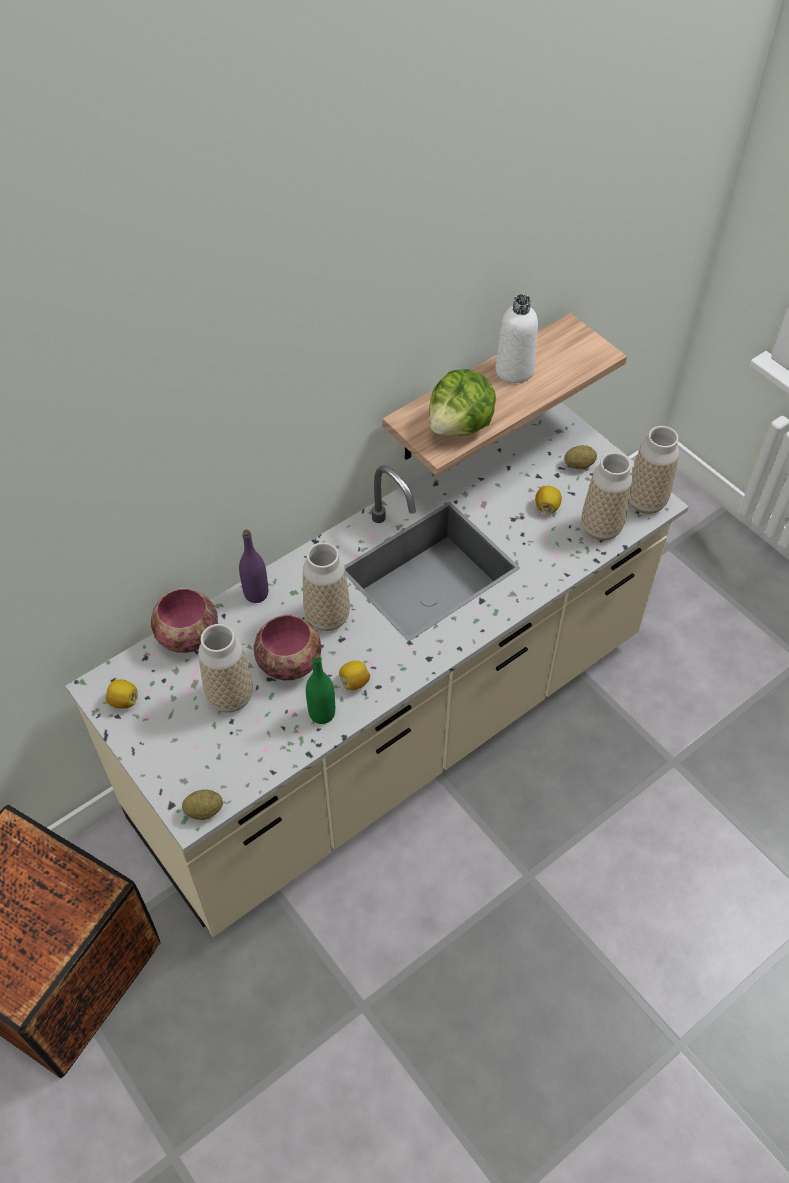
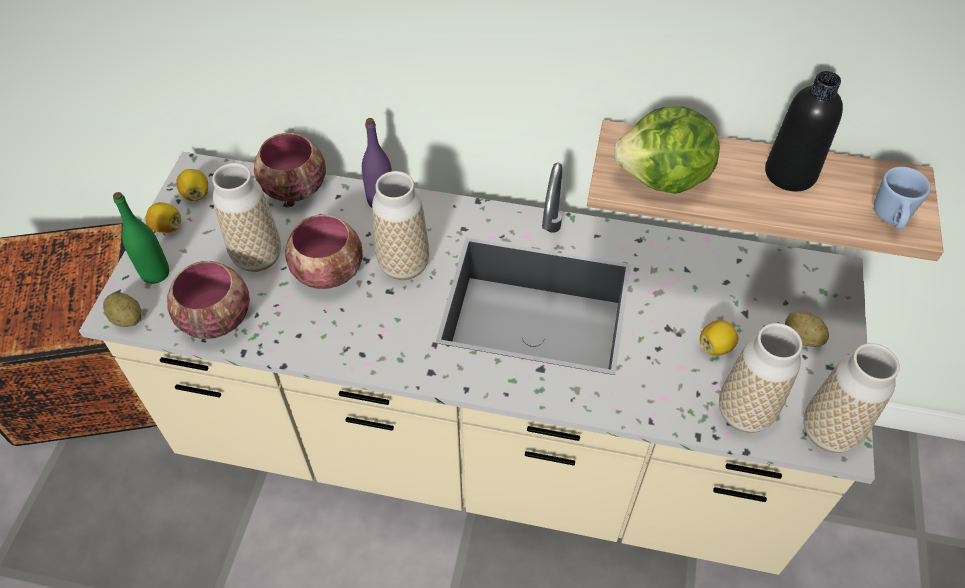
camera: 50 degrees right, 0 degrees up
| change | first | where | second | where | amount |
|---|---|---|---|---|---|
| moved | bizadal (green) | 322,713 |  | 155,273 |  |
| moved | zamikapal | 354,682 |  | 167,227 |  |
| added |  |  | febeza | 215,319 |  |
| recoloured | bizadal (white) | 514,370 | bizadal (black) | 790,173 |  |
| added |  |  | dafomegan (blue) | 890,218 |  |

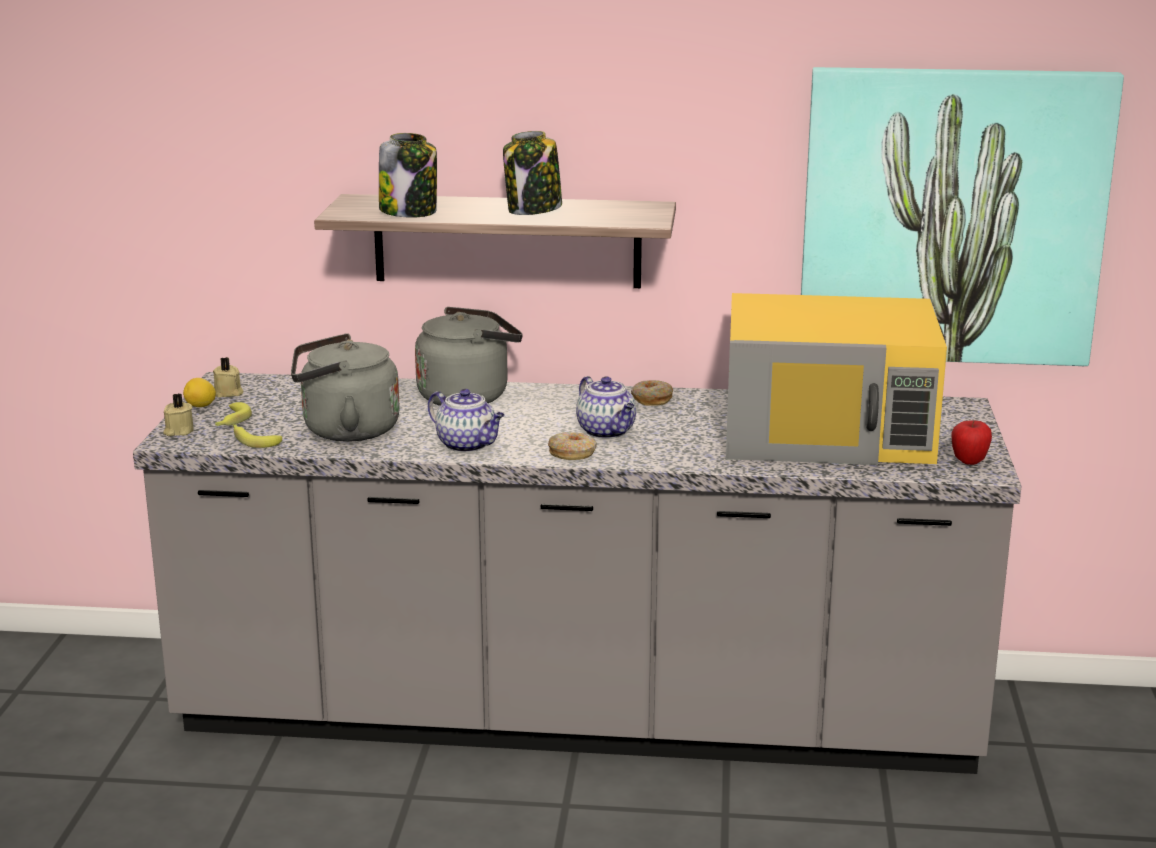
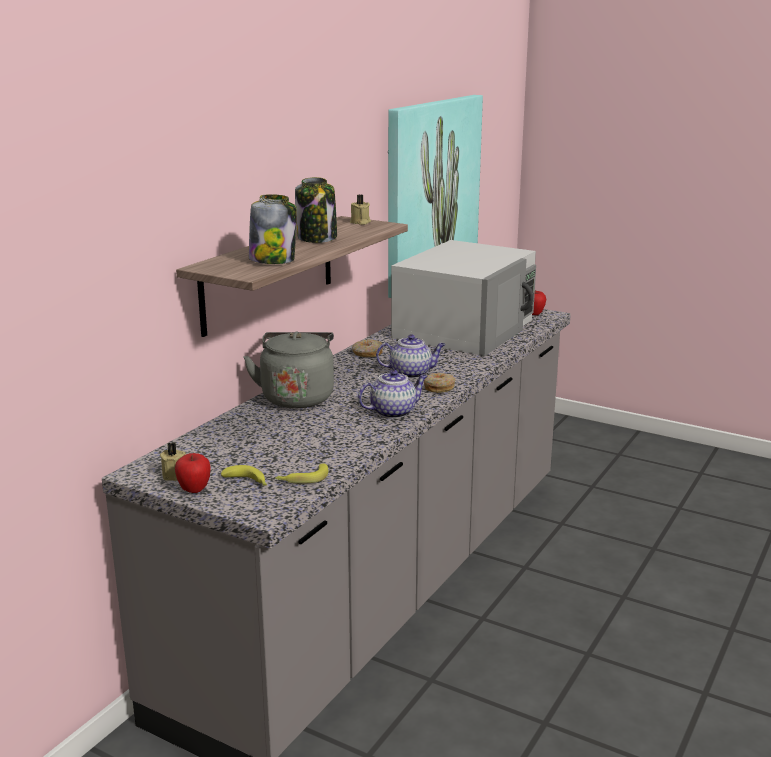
camera: 65 degrees left, 0 degrees up
| change | first | where | second | where | amount |
|---|---|---|---|---|---|
| replaced | zamikapal | 201,406 | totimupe | 194,490 |  |
| moved | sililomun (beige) | 178,431 |  | 360,222 |  |
| recoloured | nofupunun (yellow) | 829,431 | nofupunun (white) | 465,328 |  |
| removed | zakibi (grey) | 344,431 |  |  |  |

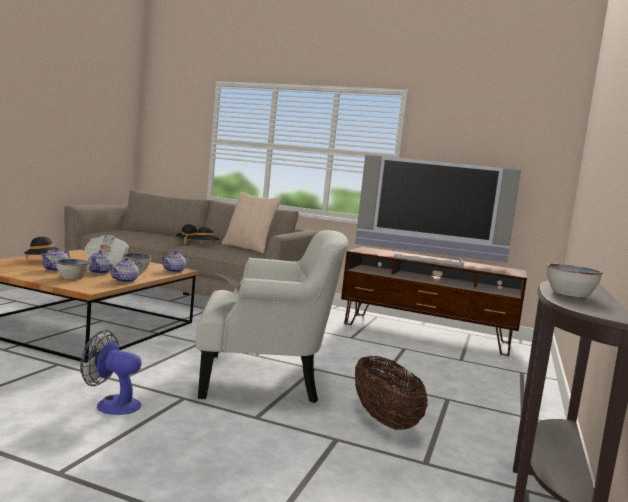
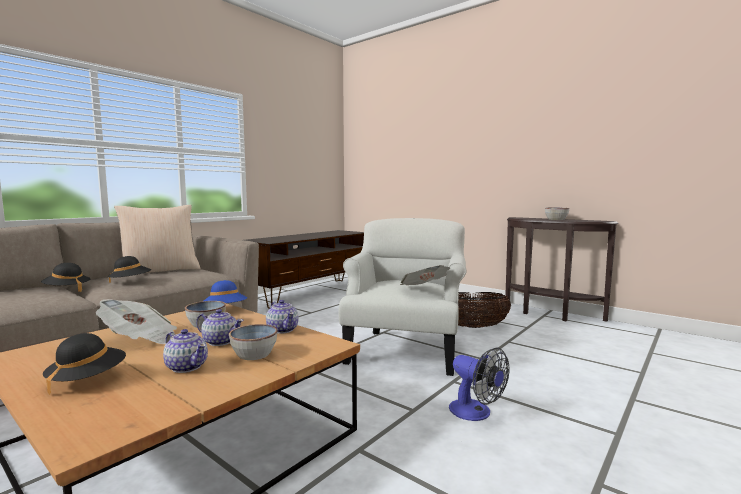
camera: 70 degrees left, 0 degrees up
| change | first | where | second | where | amount |
|---|---|---|---|---|---|
| replaced | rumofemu | 174,271 | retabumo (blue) | 225,310 |  |
| turned | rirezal | 111,404 |  | 476,413 | 75 degrees counterclockwise |
| removed | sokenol | 429,259 |  |  |  |

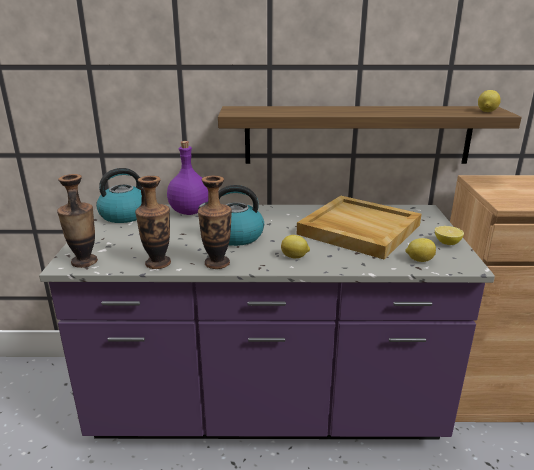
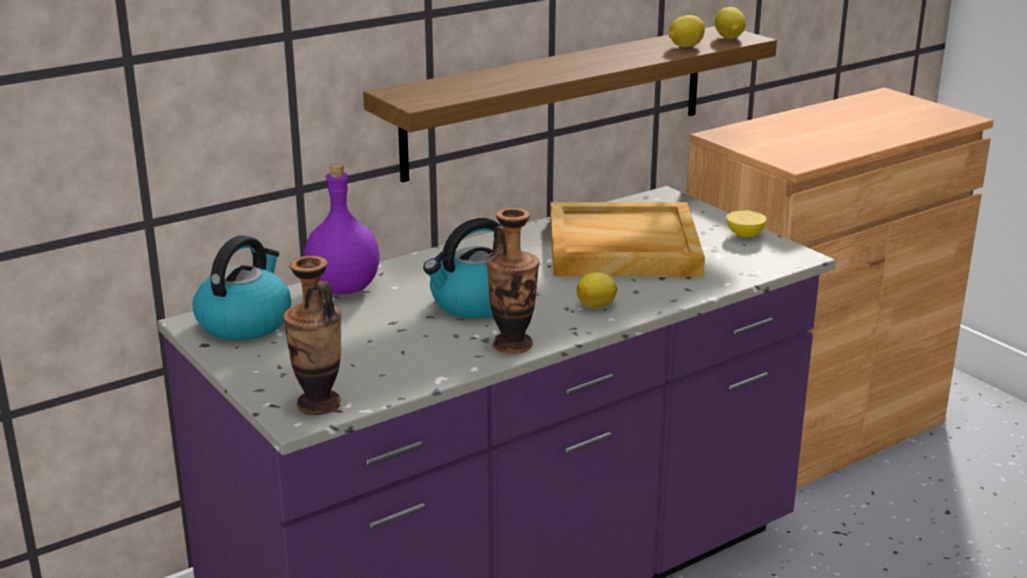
camera: 35 degrees left, 0 degrees up
| change | first | where | second | where | amount |
|---|---|---|---|---|---|
| moved | zamikapal | 419,260 |  | 685,46 |  |
| removed | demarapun | 158,263 |  |  |  |

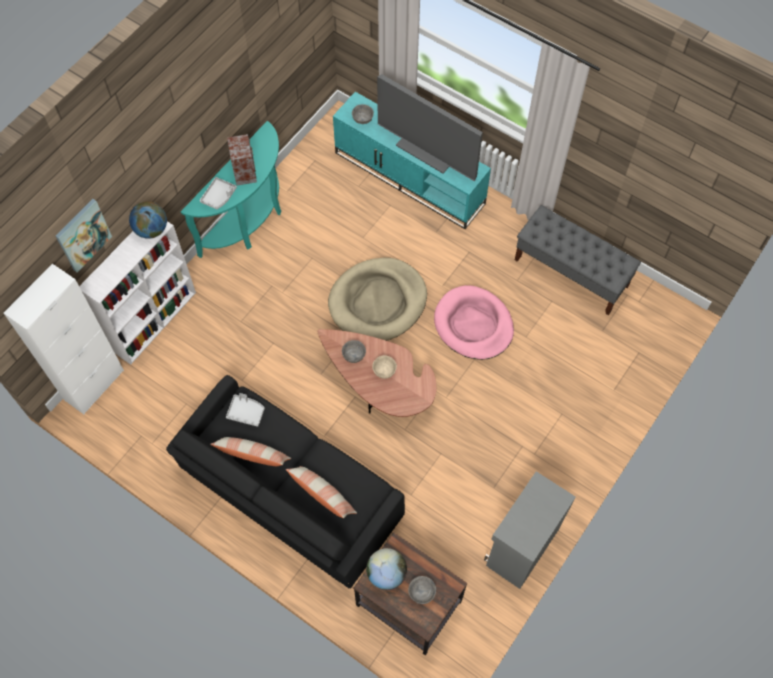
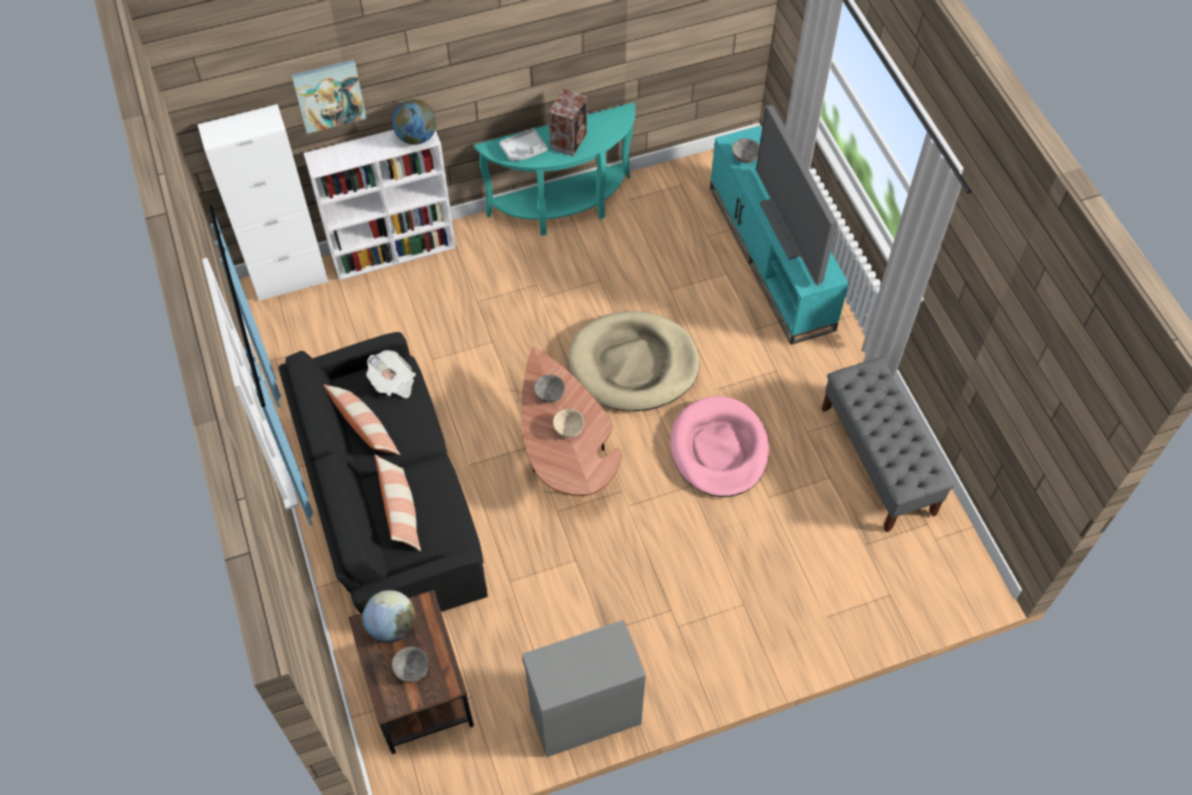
camera: 35 degrees right, 5 degrees down
| change | first | where | second | where | amount |
|---|---|---|---|---|---|
| replaced | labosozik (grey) | 246,412 | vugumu | 393,382 |  |

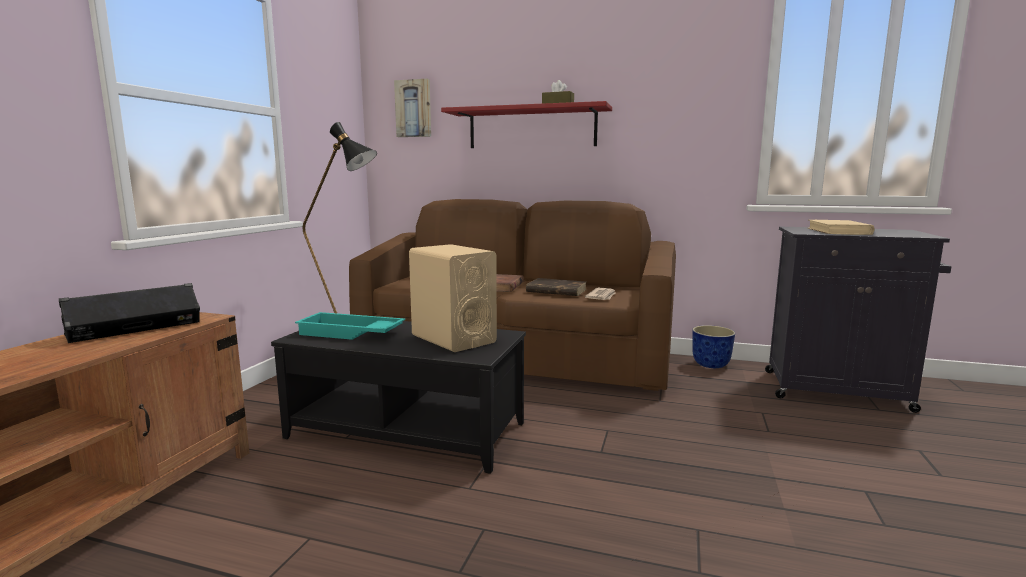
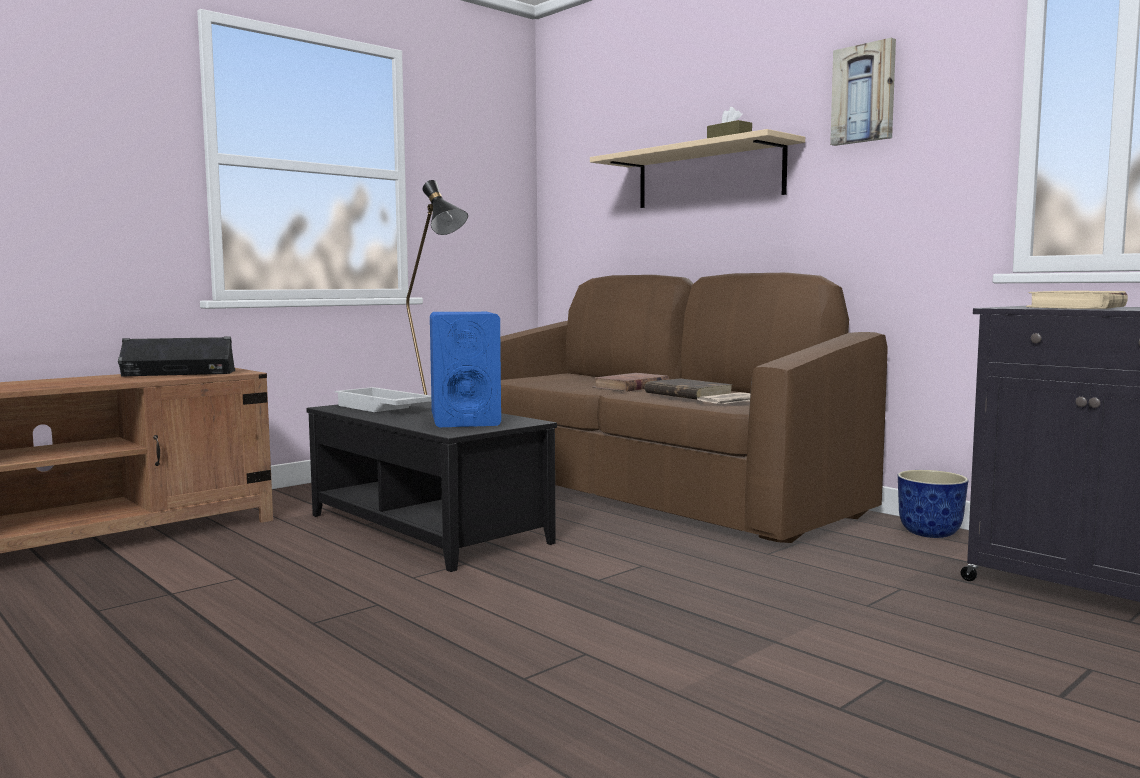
camera: 30 degrees right, 5 degrees down
| change | first | where | second | where | amount |
|---|---|---|---|---|---|
| recoloured | labosozik (turquoise) | 349,333 | labosozik (white) | 381,408 |  |
| recoloured | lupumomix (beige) | 453,339 | lupumomix (blue) | 465,420 |  |
| recoloured | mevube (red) | 532,128 | mevube (beige) | 708,176 |  |
| moved | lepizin | 414,108 |  | 864,94 |  |

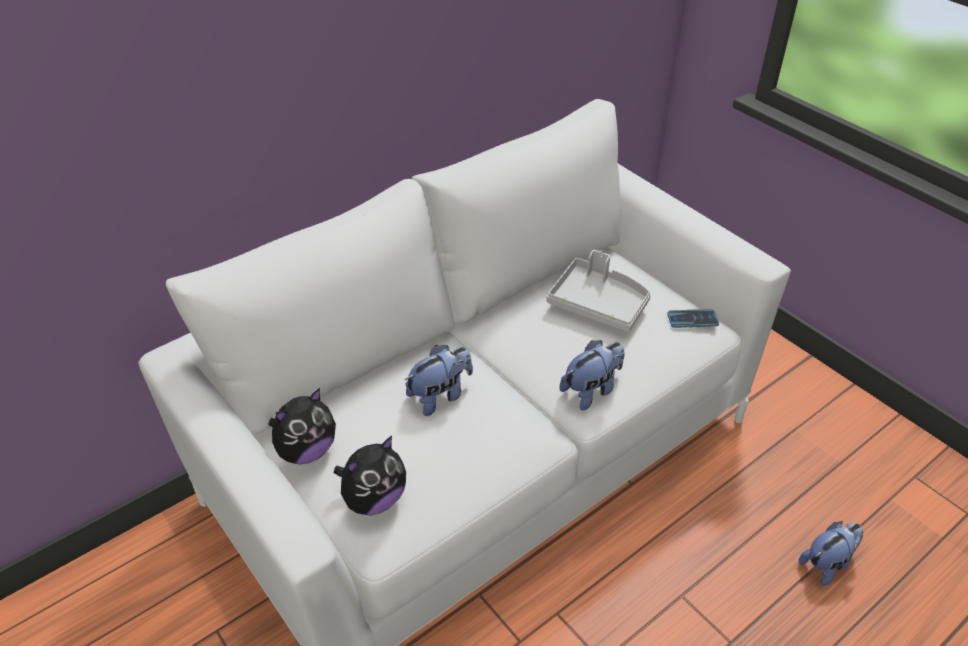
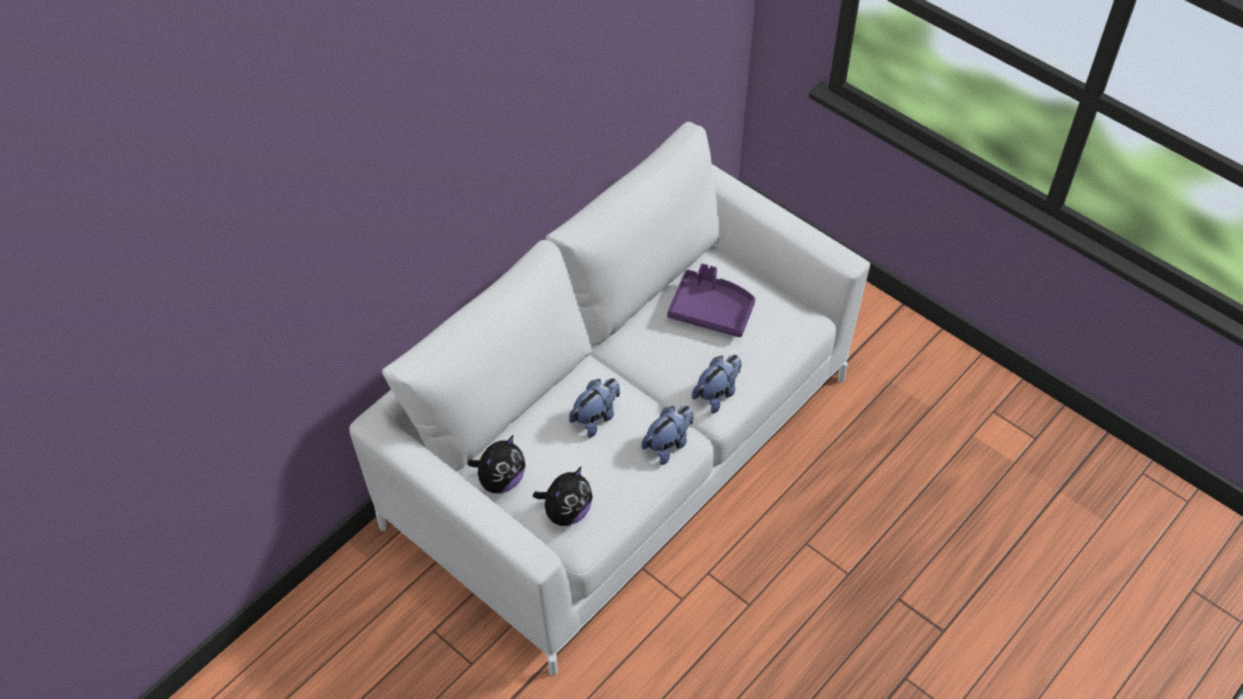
camera: 10 degrees left, 10 degrees up
| change | first | where | second | where | amount |
|---|---|---|---|---|---|
| moved | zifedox | 827,563 |  | 668,444 |  |
| recoloured | labosozik (grey) | 598,304 | labosozik (purple) | 711,310 |  |
| removed | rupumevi | 692,319 |  |  |  |

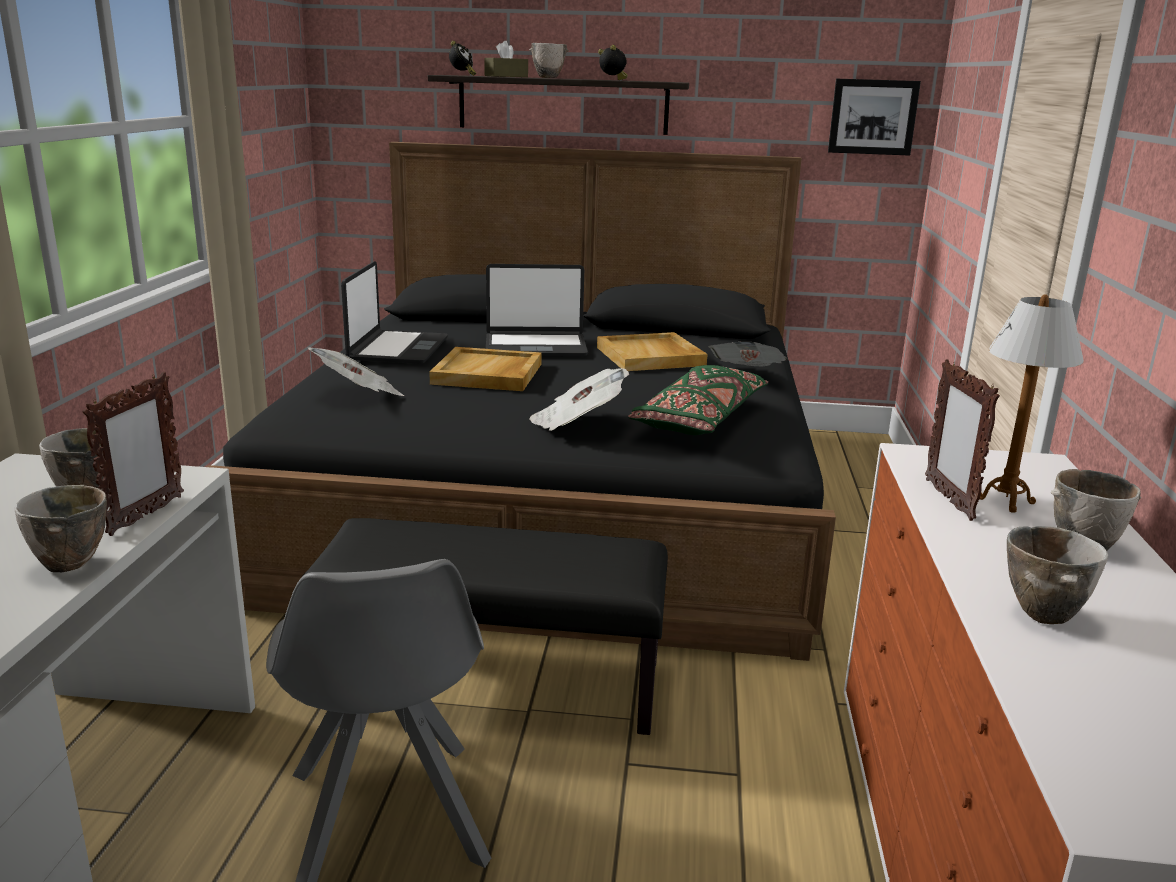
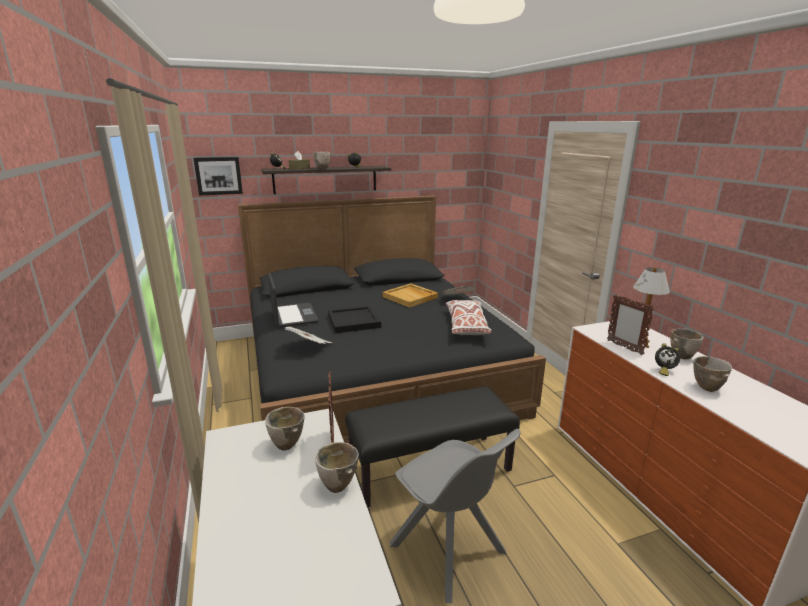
camera: 25 degrees left, 0 degrees up
| change | first | where | second | where | amount |
|---|---|---|---|---|---|
| moved | lepizin | 872,117 |  | 218,176 |  |
| recoloured | labosozik (beige) | 488,374 | labosozik (black) | 354,321 |  |
| recoloured | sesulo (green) | 699,419 | sesulo (white) | 466,325 |  |
| added |  |  | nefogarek | 663,370 |  |
| removed | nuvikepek | 535,346 |  |  |  |
| removed | vugumu | 577,423 |  |  |  |

